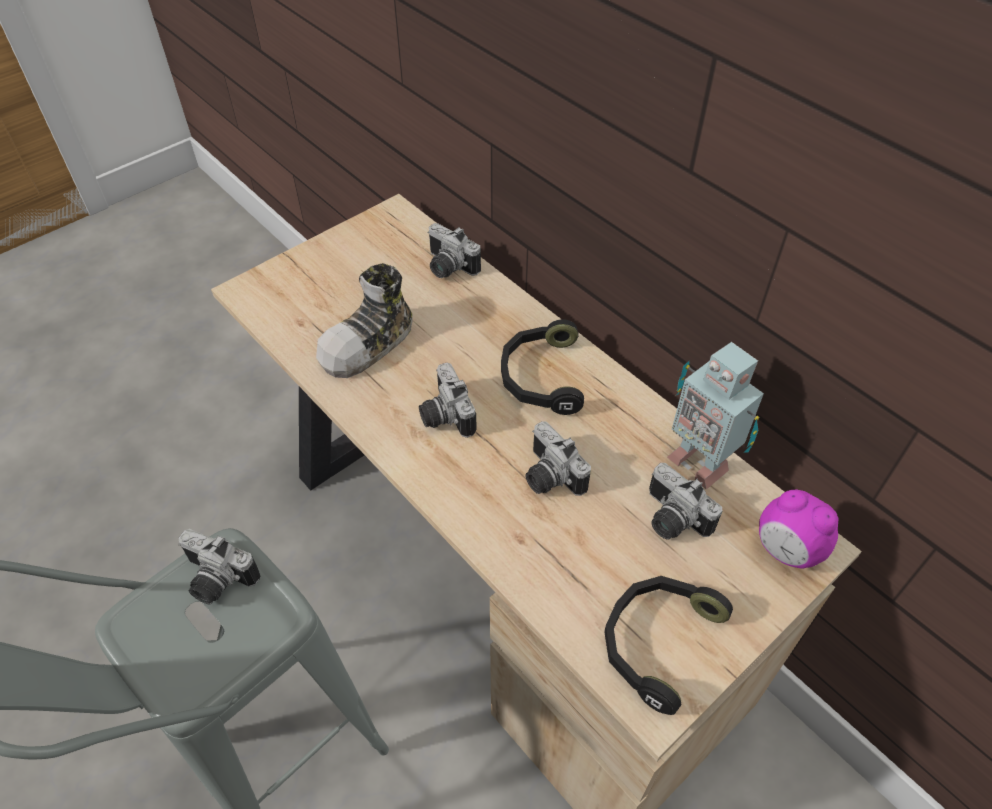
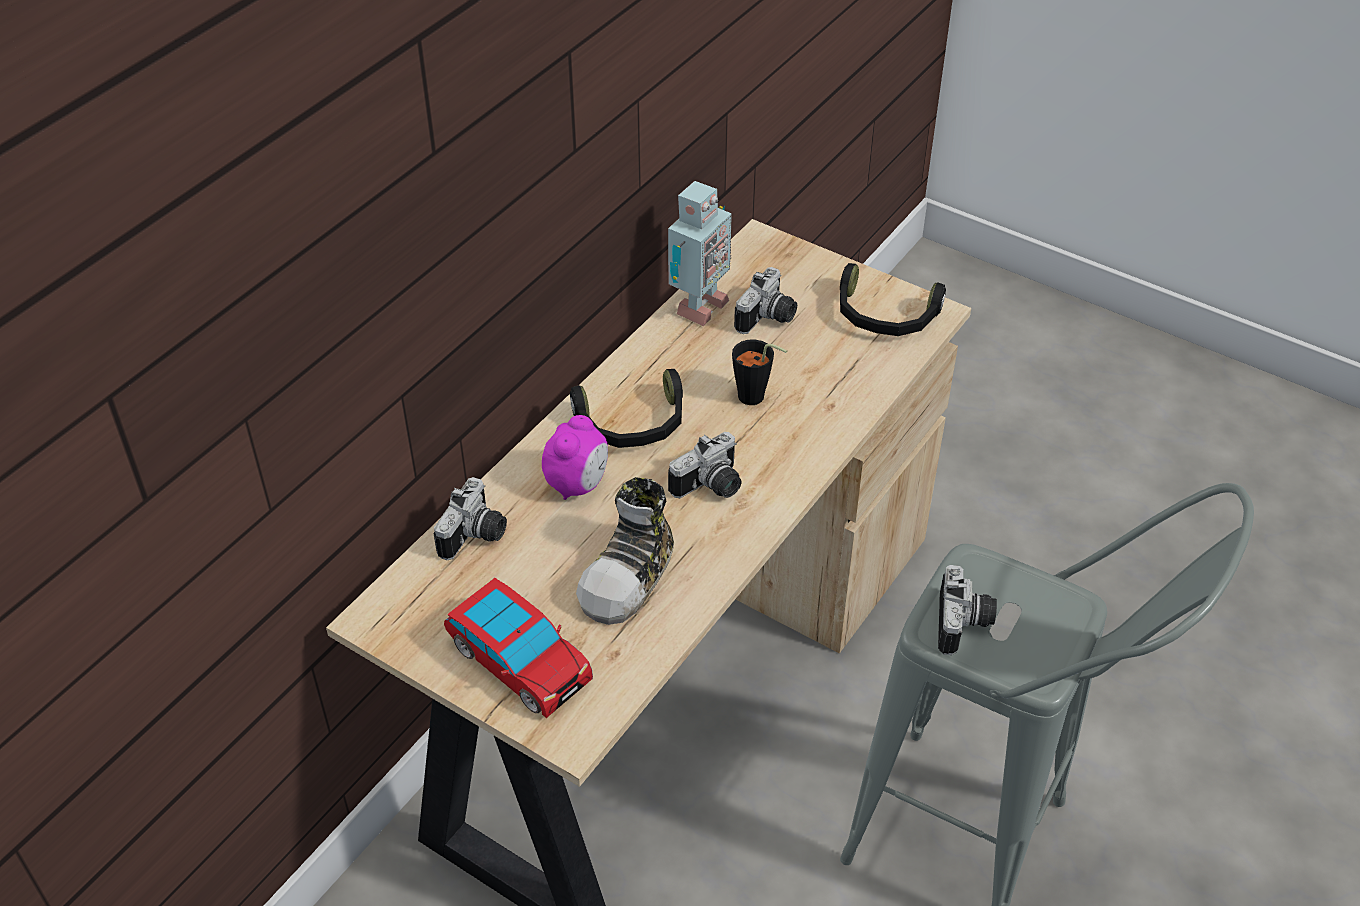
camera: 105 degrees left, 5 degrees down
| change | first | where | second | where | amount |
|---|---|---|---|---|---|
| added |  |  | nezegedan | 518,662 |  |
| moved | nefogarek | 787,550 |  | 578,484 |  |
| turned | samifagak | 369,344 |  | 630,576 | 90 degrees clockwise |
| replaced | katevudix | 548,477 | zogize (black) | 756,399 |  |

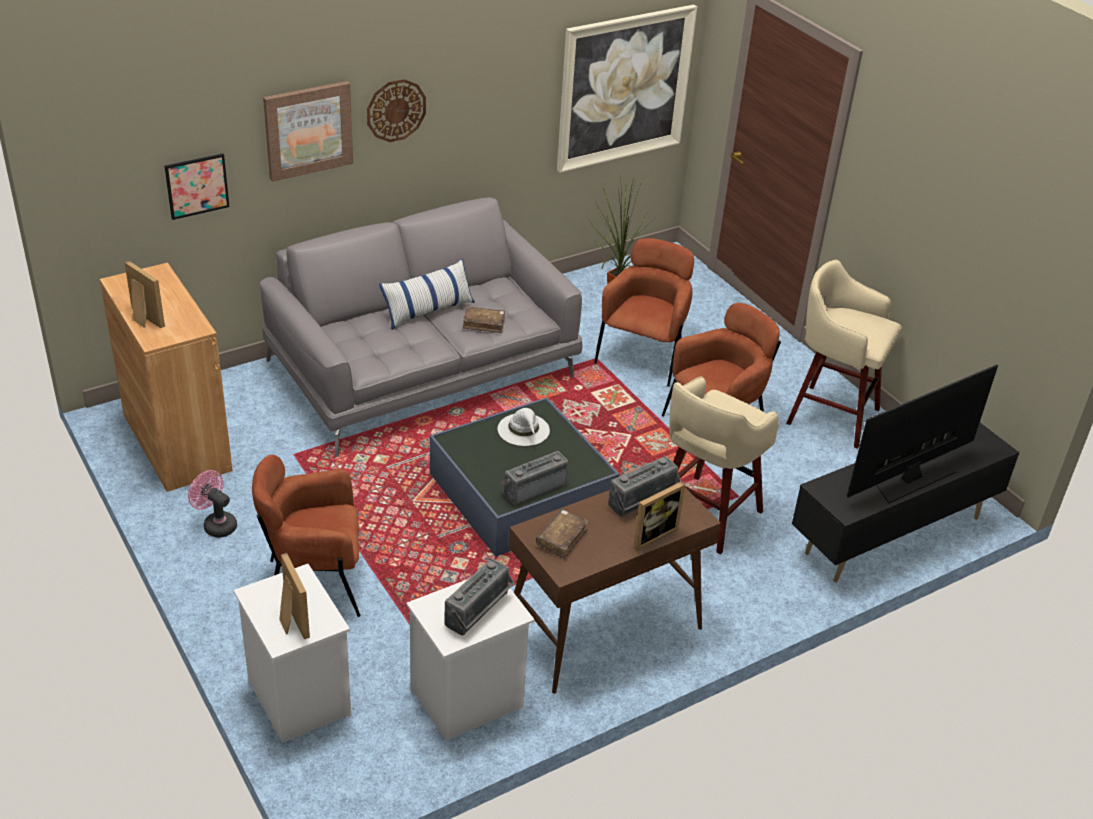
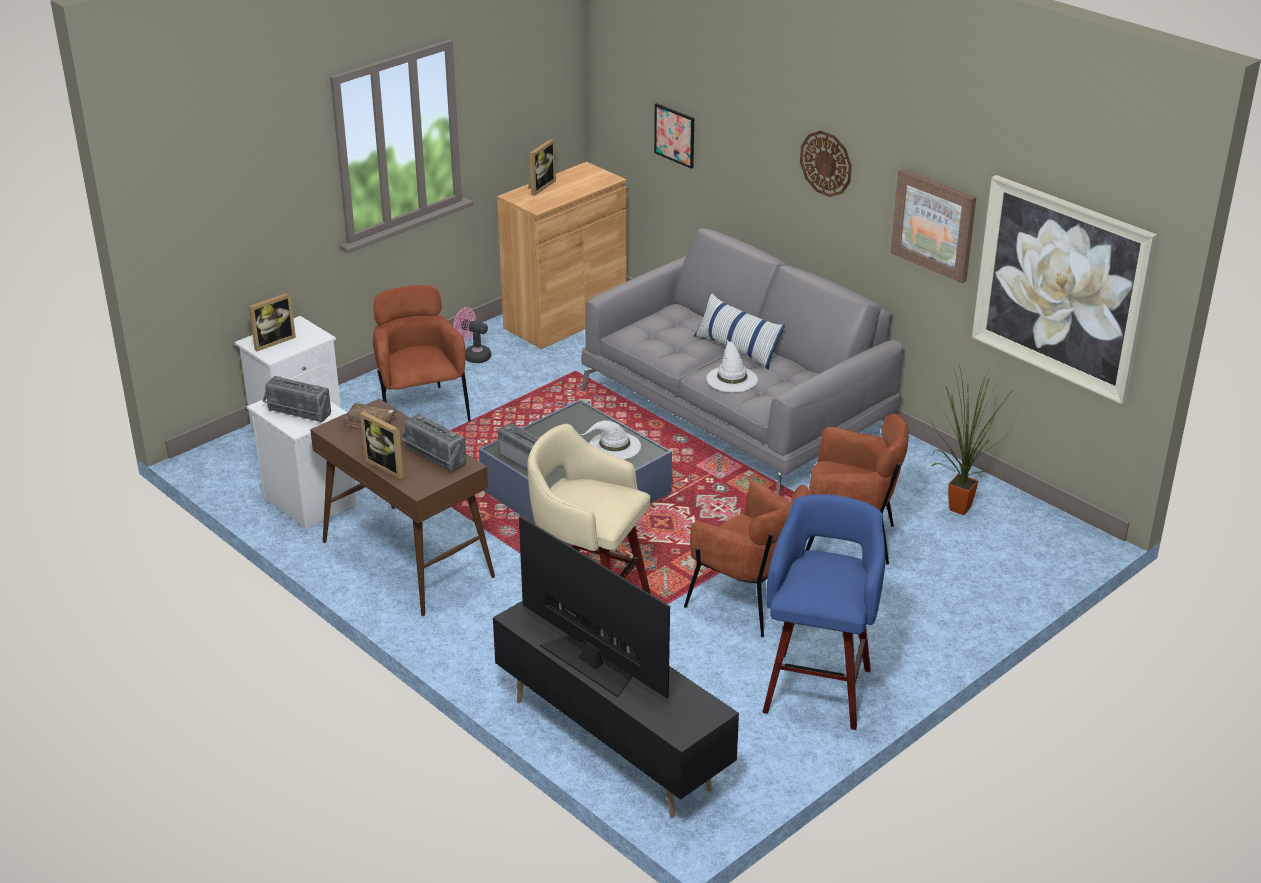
camera: 80 degrees right, 5 degrees down
| change | first | where | second | where | amount |
|---|---|---|---|---|---|
| turned | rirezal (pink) | 216,524 |  | 473,356 | 90 degrees counterclockwise |
| replaced | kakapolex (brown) | 484,324 | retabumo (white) | 731,378 |  |
| recoloured | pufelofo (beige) | 830,415 | pufelofo (blue) | 818,687 |  |
| moved | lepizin | 308,130 |  | 934,224 |  |

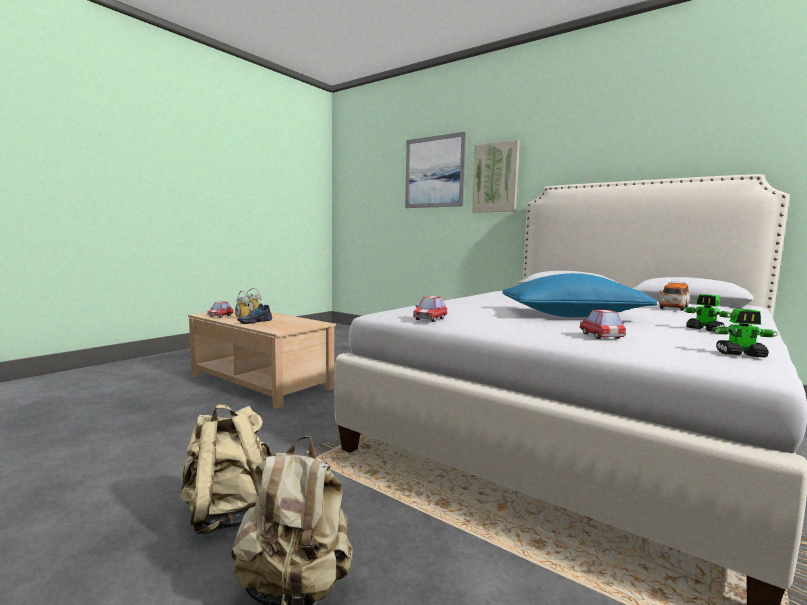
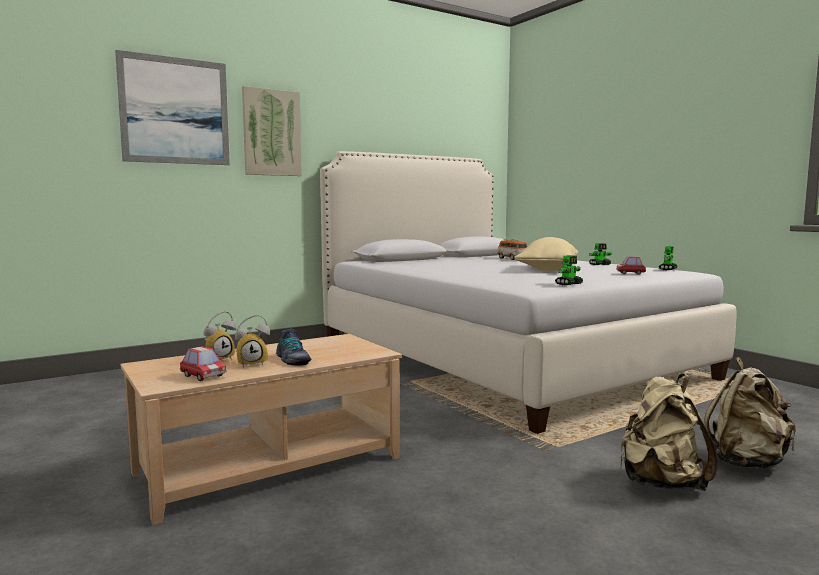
camera: 70 degrees left, 0 degrees up
| change | first | where | second | where | amount |
|---|---|---|---|---|---|
| recoloured | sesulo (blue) | 572,316 | sesulo (beige) | 547,269 |  |
| replaced | nezegedan | 430,319 | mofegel | 569,284 |  |

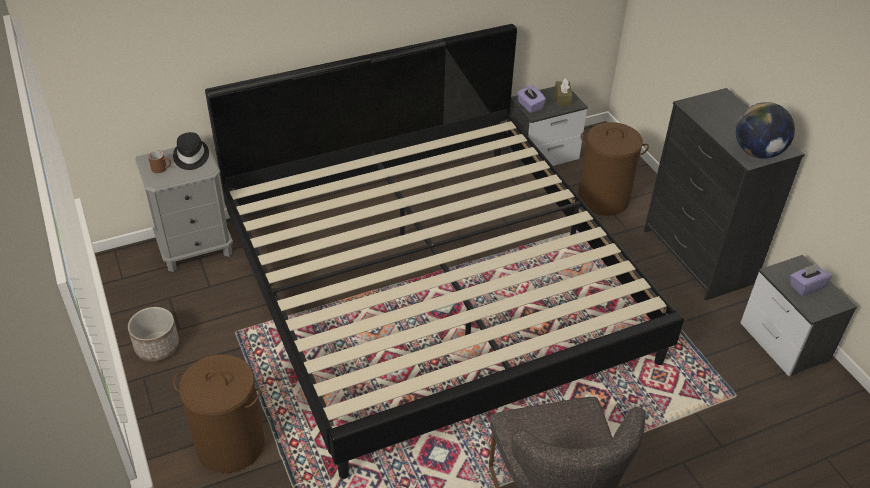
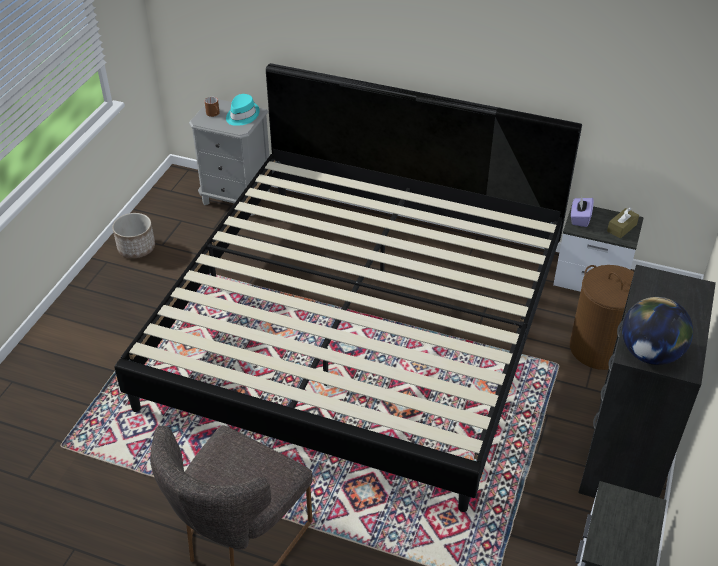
camera: 45 degrees right, 0 degrees up
| change | first | where | second | where | amount |
|---|---|---|---|---|---|
| recoloured | retabumo (black) | 191,157 | retabumo (turquoise) | 242,115 |  |
| removed | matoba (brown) | 230,444 |  |  |  |
| removed | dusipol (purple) | 806,286 |  |  |  |

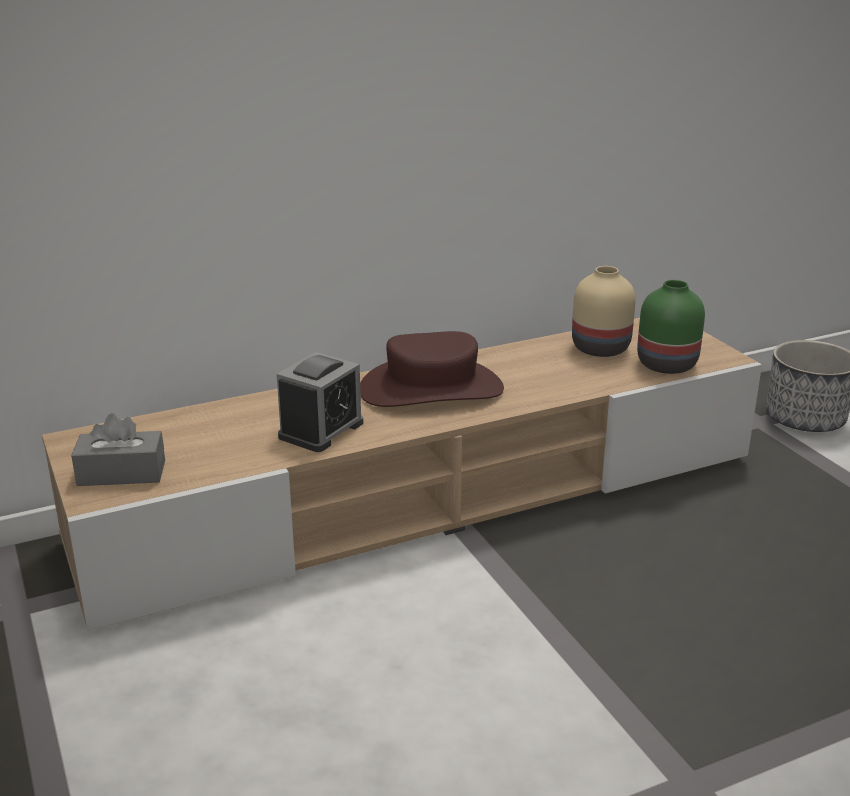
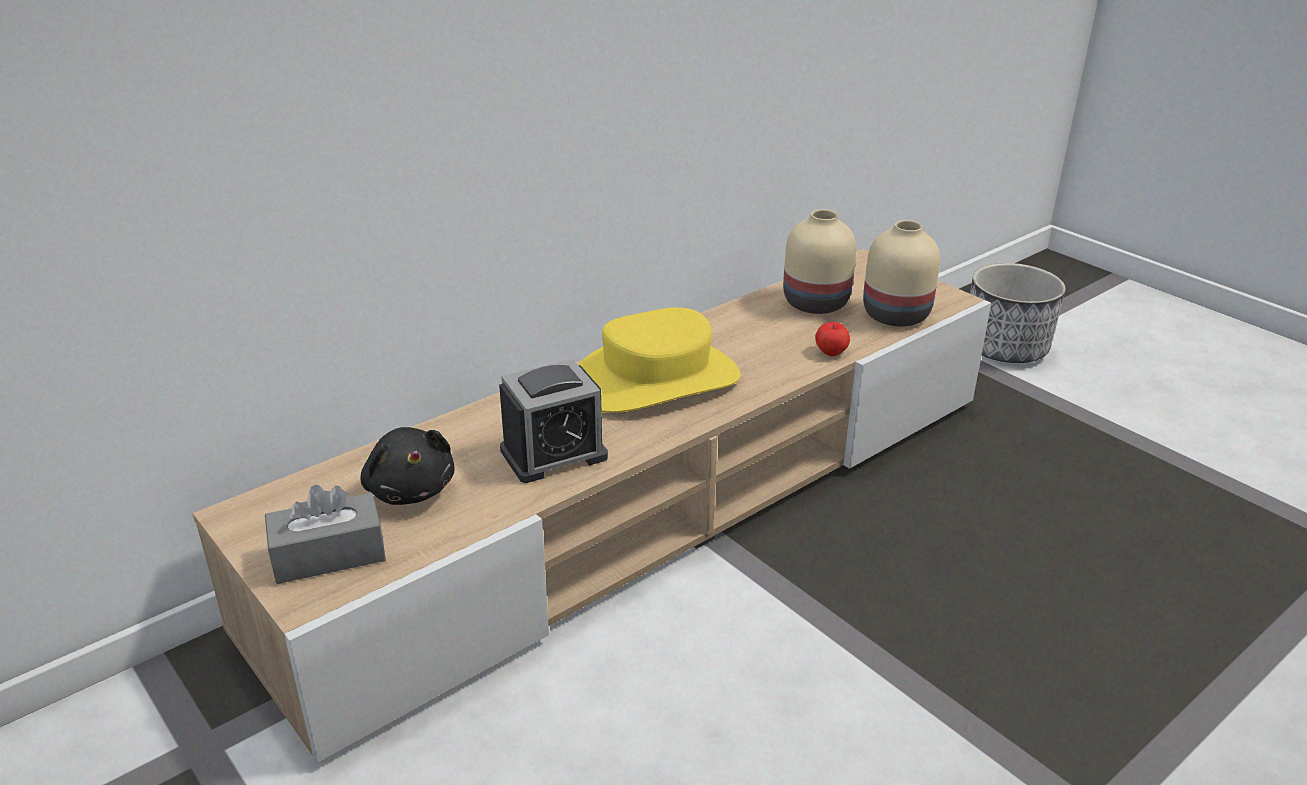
camera: 15 degrees left, 5 degrees up
| change | first | where | second | where | amount |
|---|---|---|---|---|---|
| added |  |  | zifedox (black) | 410,489 |  |
| turned | nefogarek | 321,430 |  | 553,454 | 45 degrees clockwise |
| recoloured | retabumo (brown) | 431,389 | retabumo (yellow) | 656,379 |  |
| added |  |  | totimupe | 831,352 |  |
| recoloured | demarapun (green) | 665,365 | demarapun (beige) | 894,315 |  |

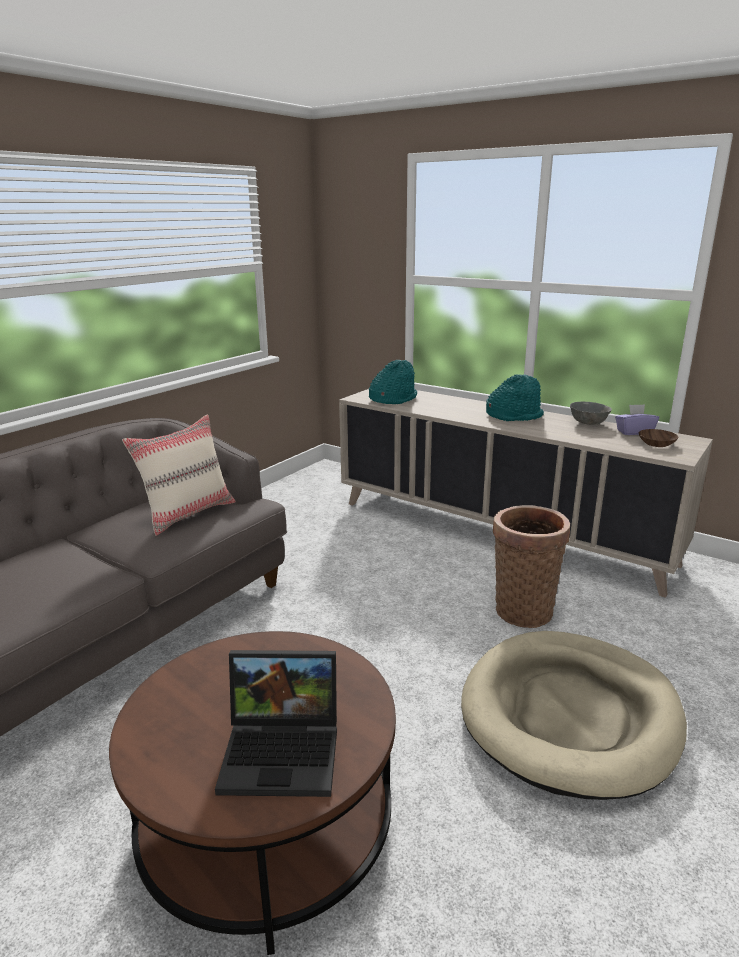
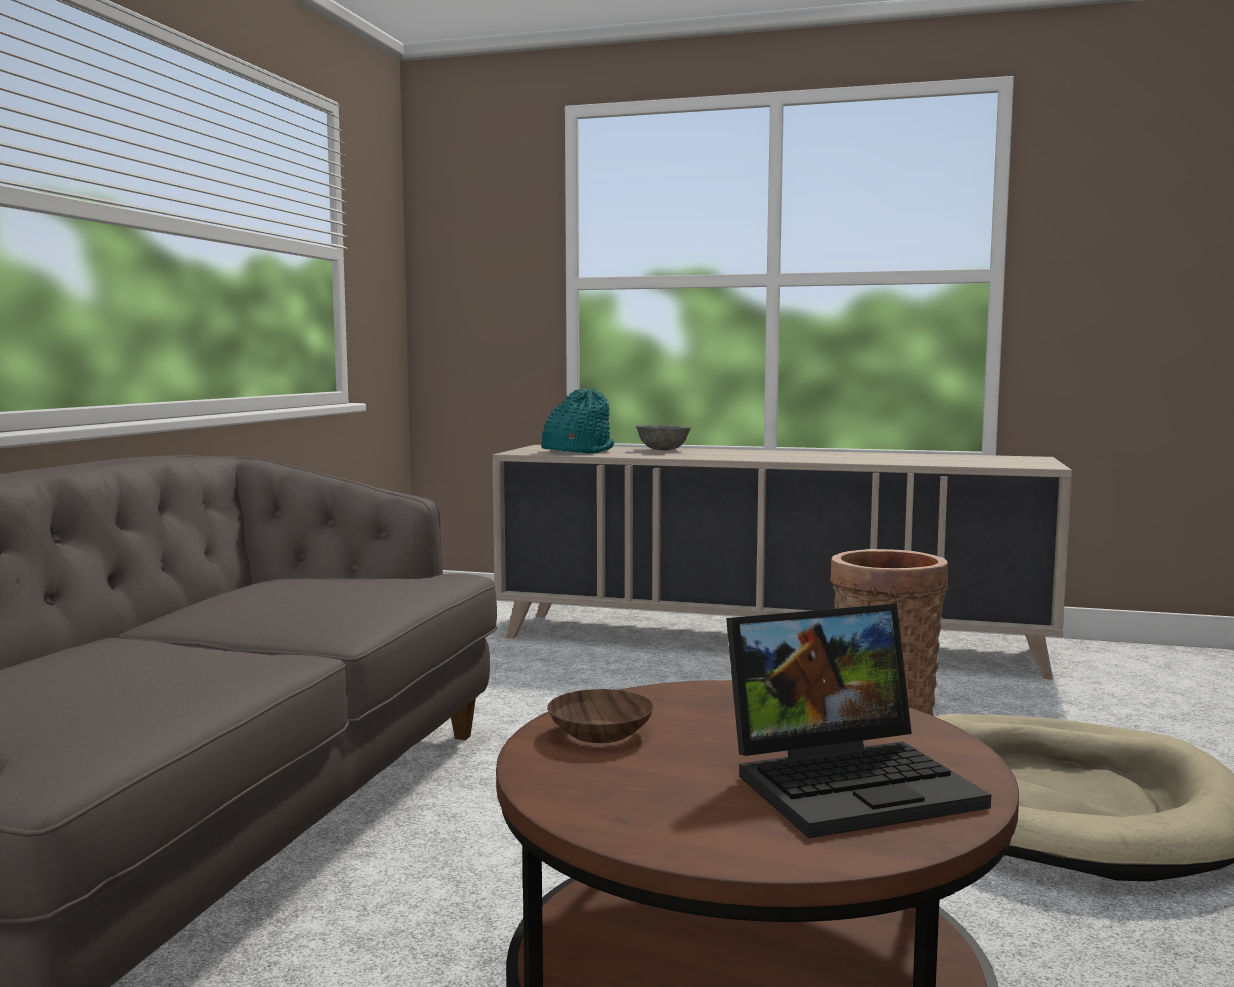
camera: 20 degrees left, 15 degrees down
| change | first | where | second | where | amount |
|---|---|---|---|---|---|
| moved | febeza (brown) | 657,444 |  | 602,733 |  |
| moved | febeza (grey) | 588,423 |  | 663,450 |  |
| removed | sesulo (beige) | 188,513 |  |  |  |
| removed | retabumo (turquoise) | 514,415 |  |  |  |
| removed | dusipol (purple) | 634,432 |  |  |  |

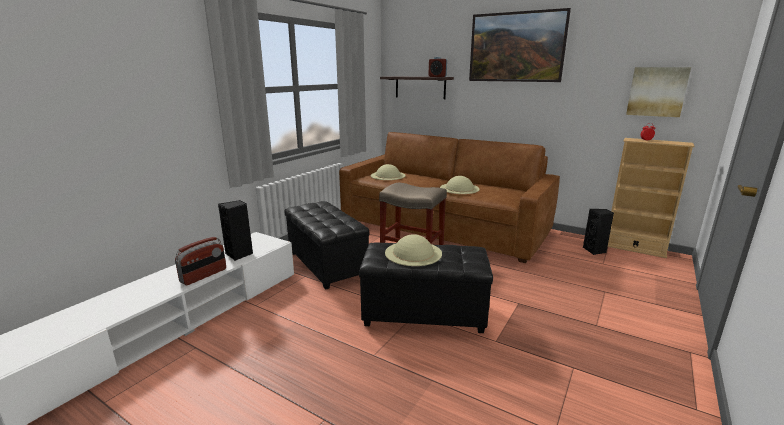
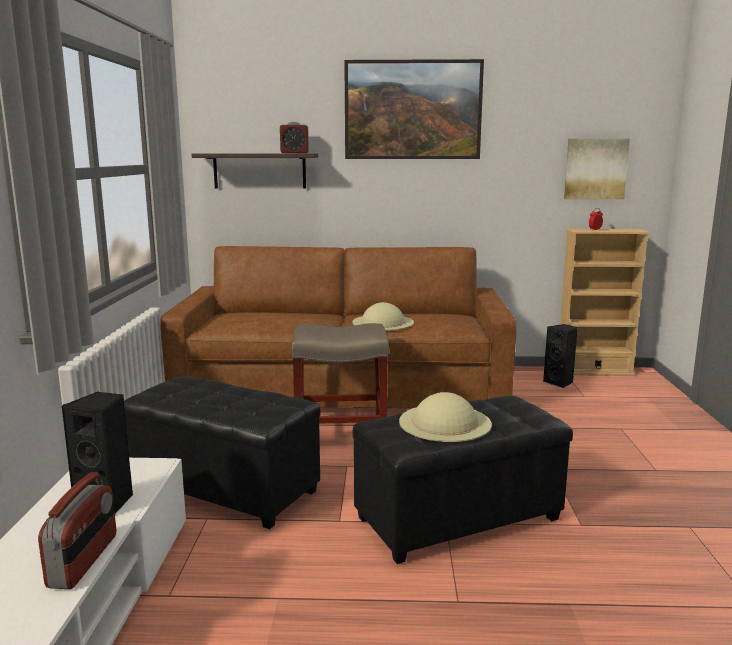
camera: 30 degrees left, 5 degrees down
| change | first | where | second | where | amount |
|---|---|---|---|---|---|
| removed | retabumo (beige) | 388,175 |  |  |  |

